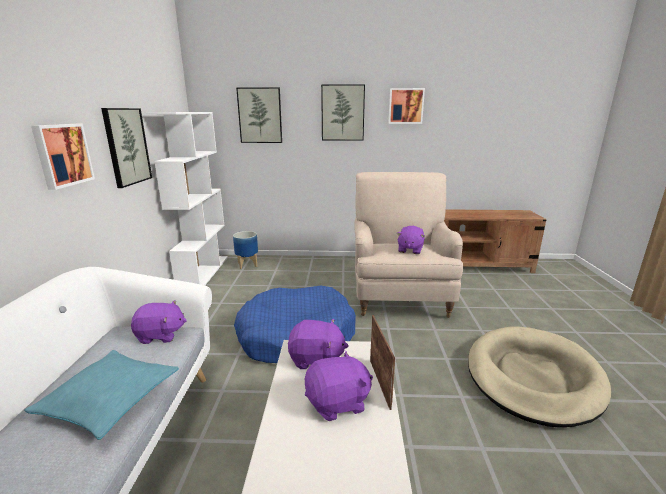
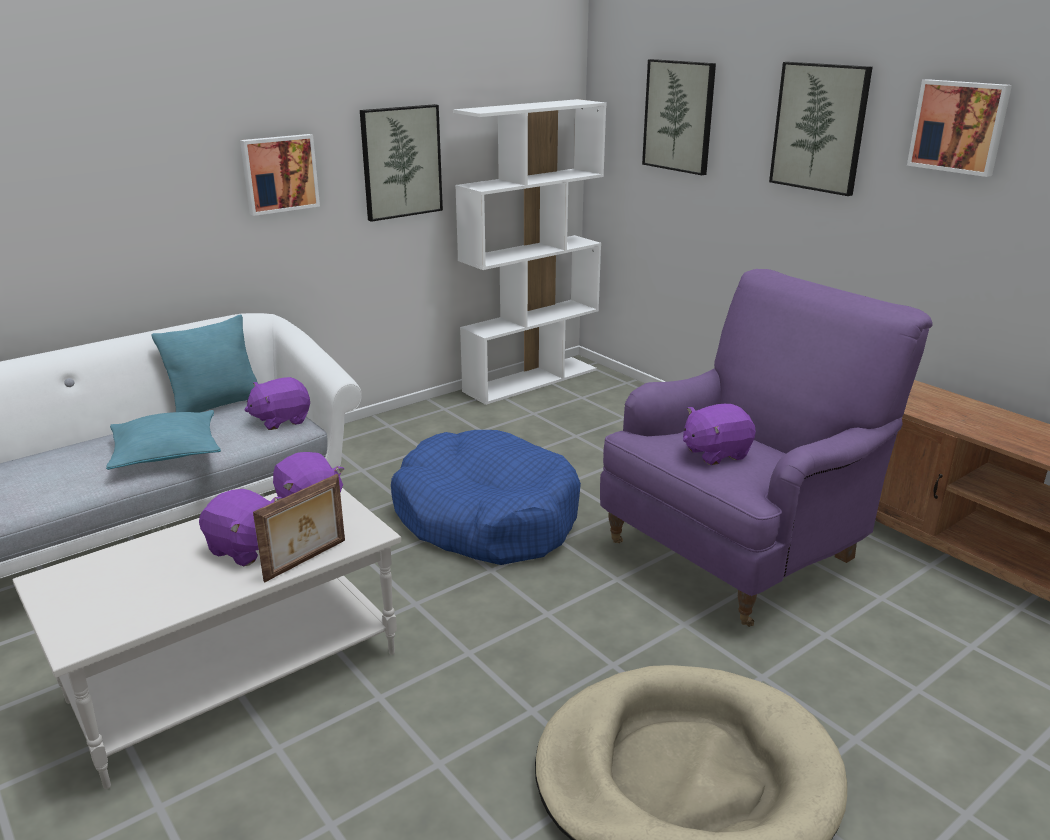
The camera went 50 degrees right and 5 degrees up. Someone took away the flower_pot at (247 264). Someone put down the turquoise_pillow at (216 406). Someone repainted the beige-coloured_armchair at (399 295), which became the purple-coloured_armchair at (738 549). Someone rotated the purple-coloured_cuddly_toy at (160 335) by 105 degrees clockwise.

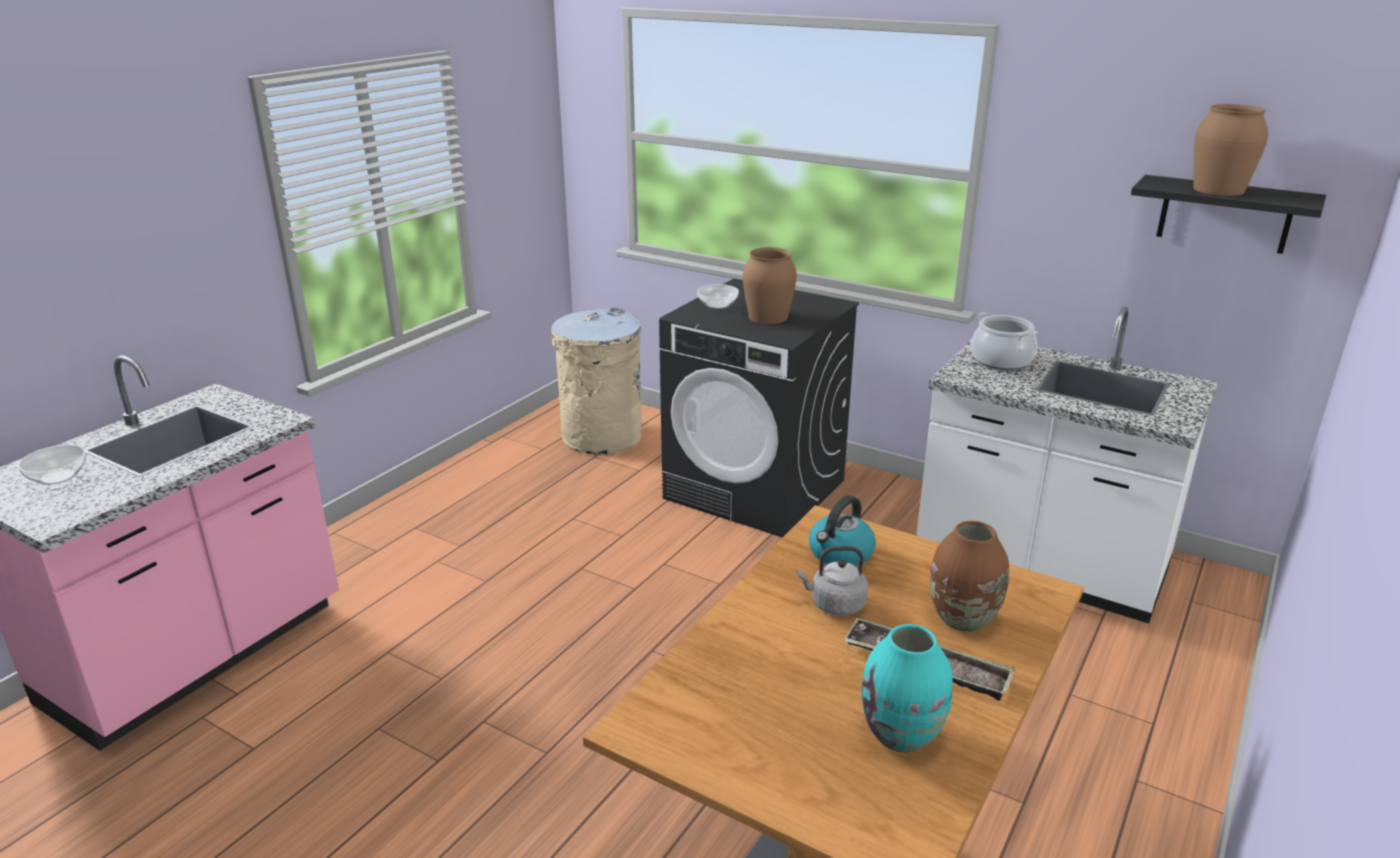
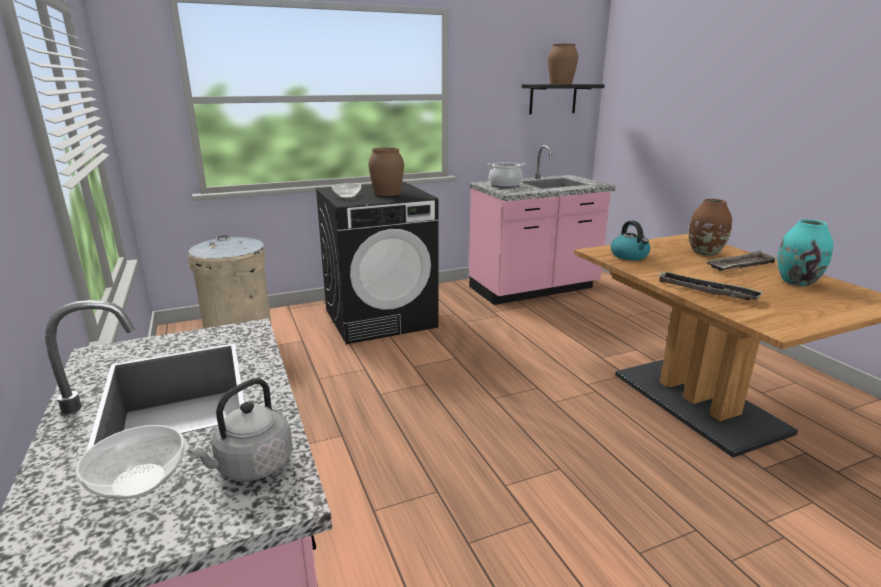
The camera went 55 degrees left and 5 degrees down. Someone put down the carrying_tray at (706 291). Someone carried the grey_tea_kettle from (834 604) to (251 467). Someone repainted the whitish_kitchen_counter at (1039 567), which became the pink_kitchen_counter at (534 289).

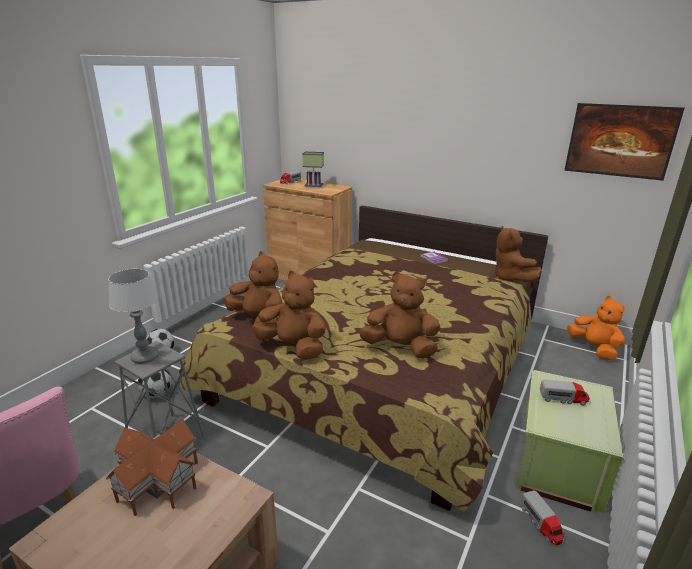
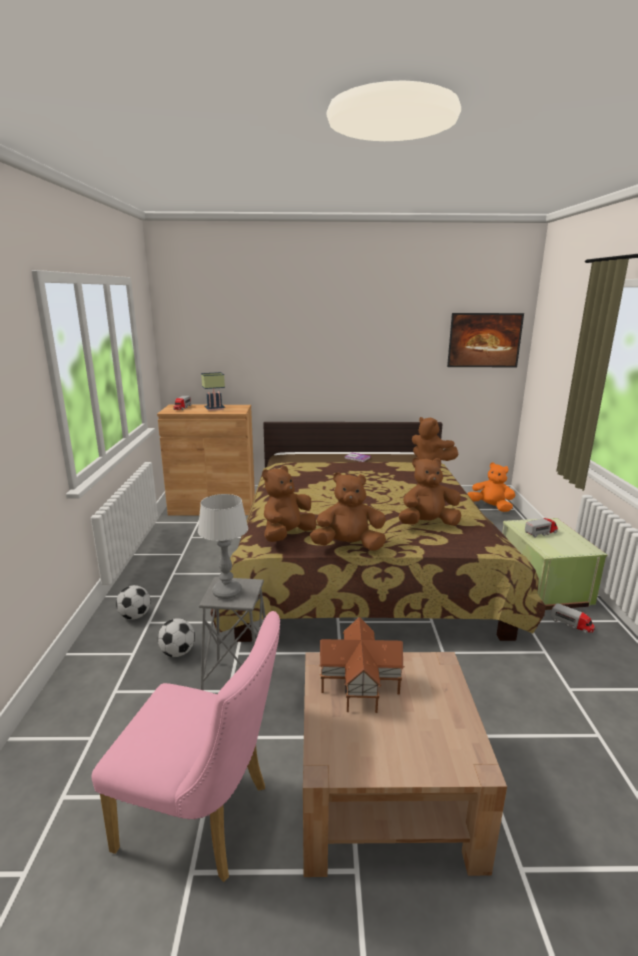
The camera went 30 degrees left and 5 degrees down. Someone rotated the brownish_cuddly_toy at (258 321) by 60 degrees counterclockwise.

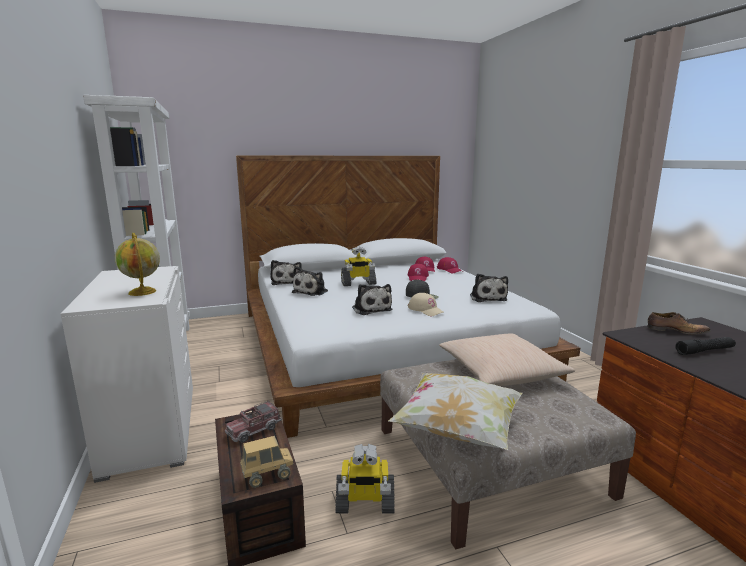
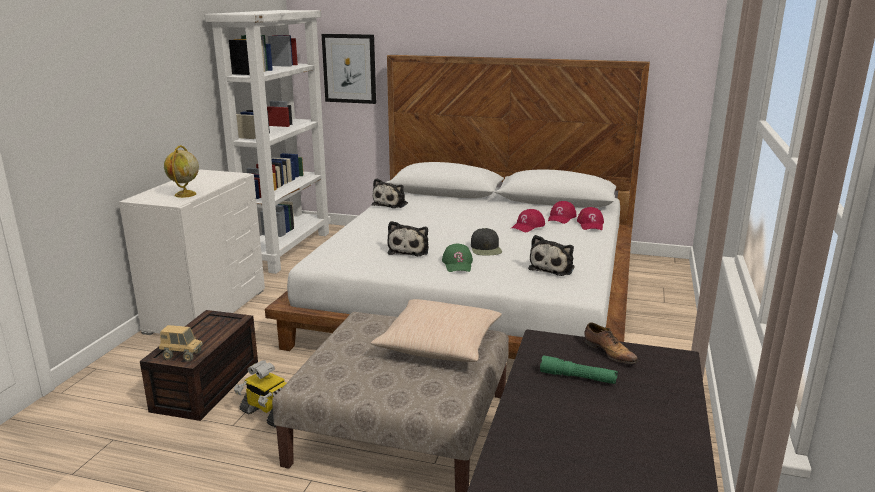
The camera went 35 degrees right and 5 degrees up. Someone took away the model_truck at (254 430). Someone took away the cuddly_toy at (311 291). Someone took away the model_robot at (358 283). Someone took away the pillow at (457 430). Someone put up the picture at (349 68). Someone repainted the beige-coloured_baseball_cap at (426 310), which became the greenish_baseball_cap at (458 264). Someone repainted the black-coloured_torch at (704 351), which became the greenish_torch at (577 377).

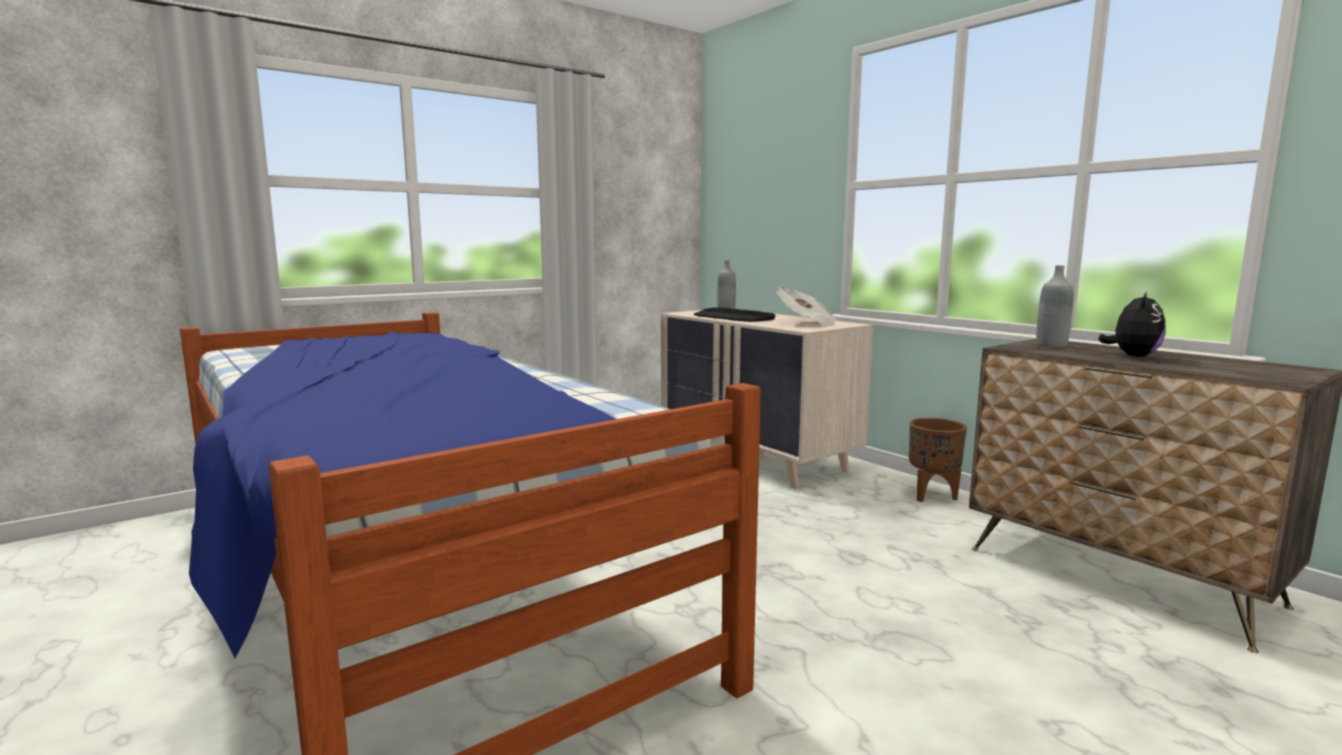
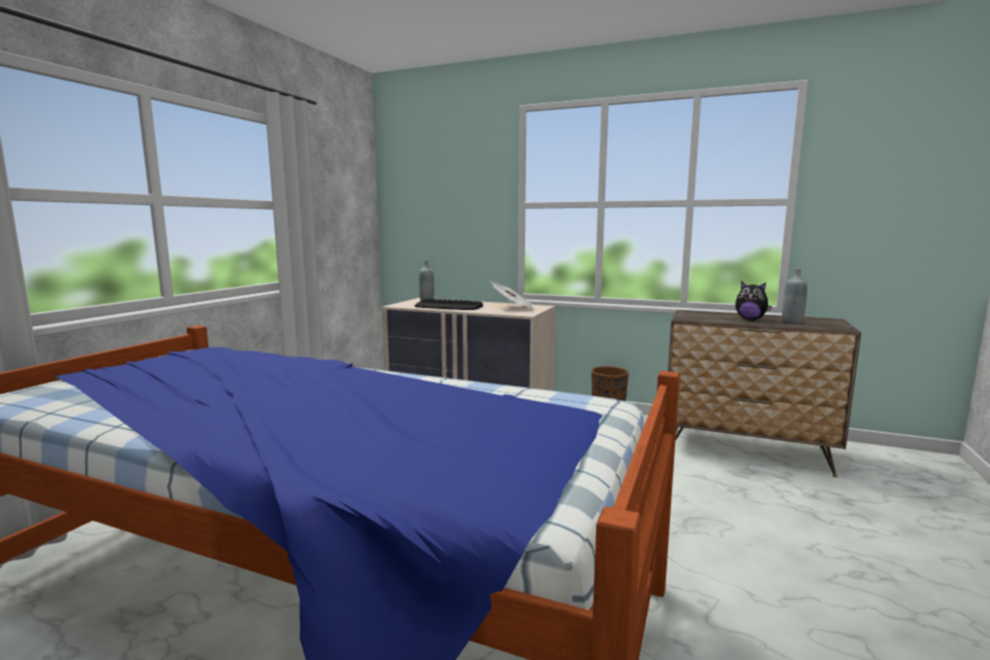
The camera went 30 degrees left and 0 degrees up. Someone carried the grey_drink_bottle from (1051 345) to (792 322). Someone rotated the cuddly_toy at (1132 356) by 120 degrees clockwise.

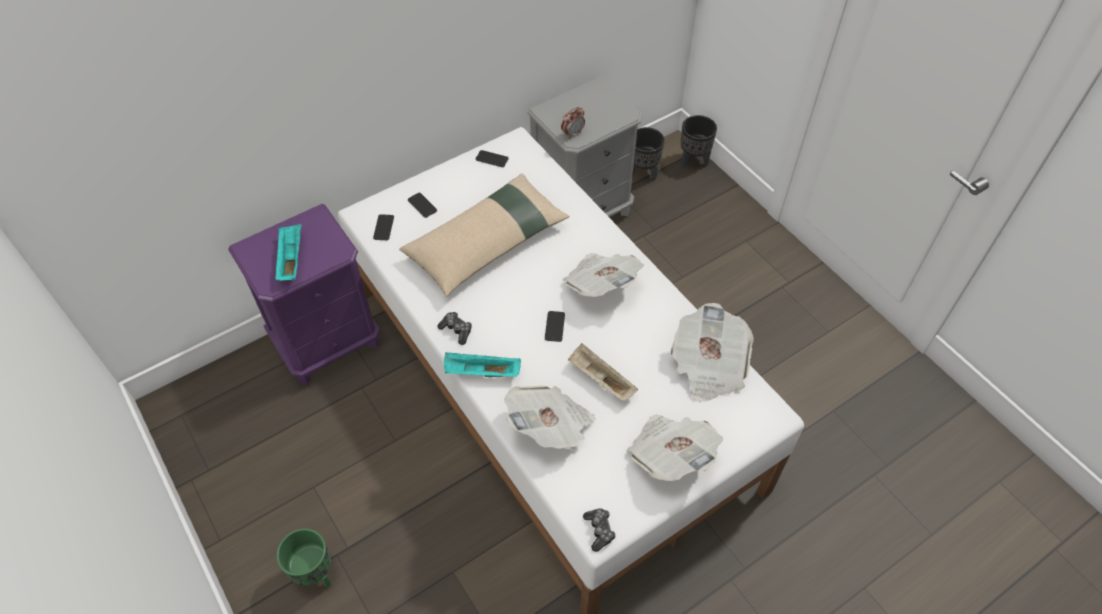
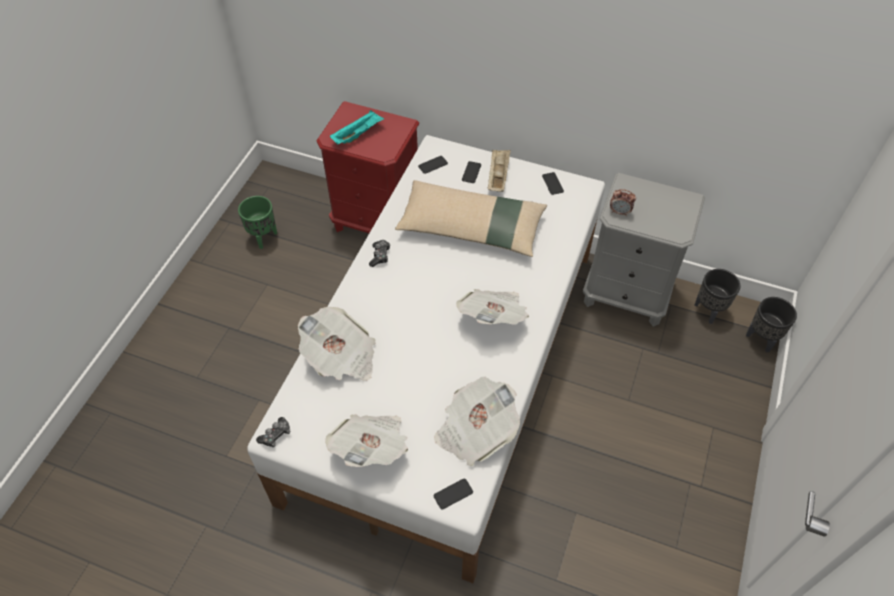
The camera went 55 degrees right and 0 degrees up. Someone took away the turquoise_carrying_tray at (481 373). Someone carried the greenish_flower_pot from (315 573) to (264 237). Someone carried the phone from (554 326) to (453 494). Someone carried the beige-coloured_carrying_tray from (600 379) to (498 176). Someone repainted the purple-coloured_nightstand at (328 342), which became the red-coloured_nightstand at (376 220).

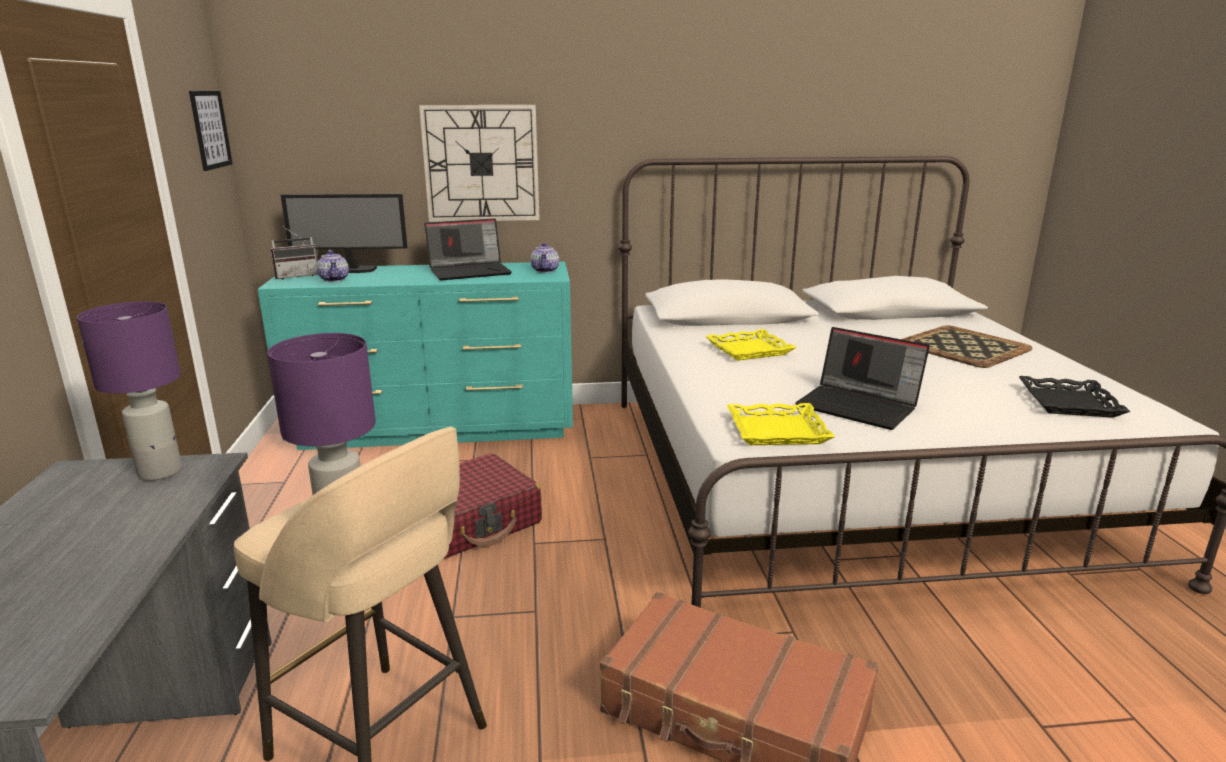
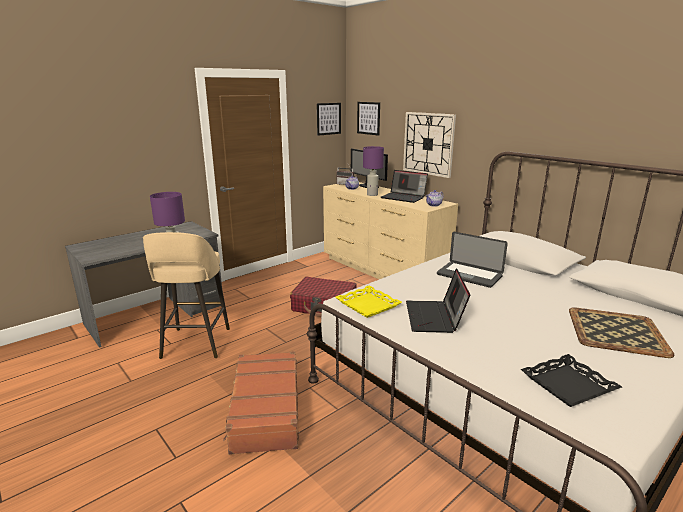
The camera went 55 degrees right and 0 degrees up. Someone put up the picture at (368 118). Someone carried the purple-coloured_table_lamp from (160 471) to (372 194). Someone swapped the yellow-coloured_carrying_tray at (749 350) for the laptop at (469 275). Someone repainted the turquoise_dresser at (437 429), which became the beige-coloured_dresser at (382 271).

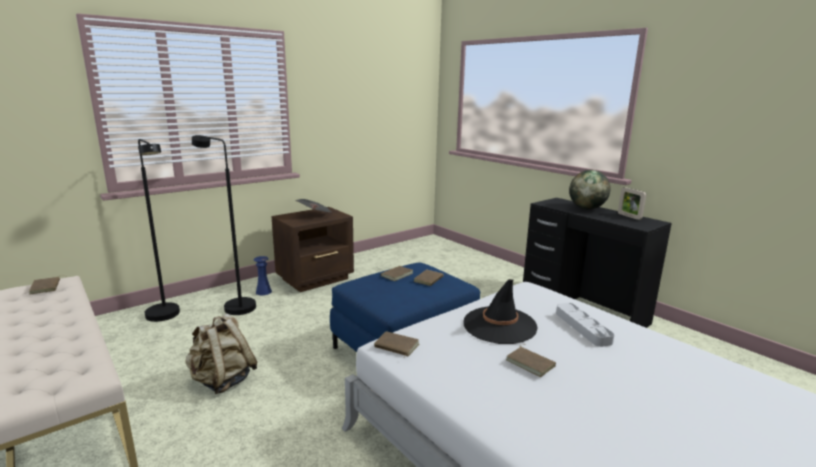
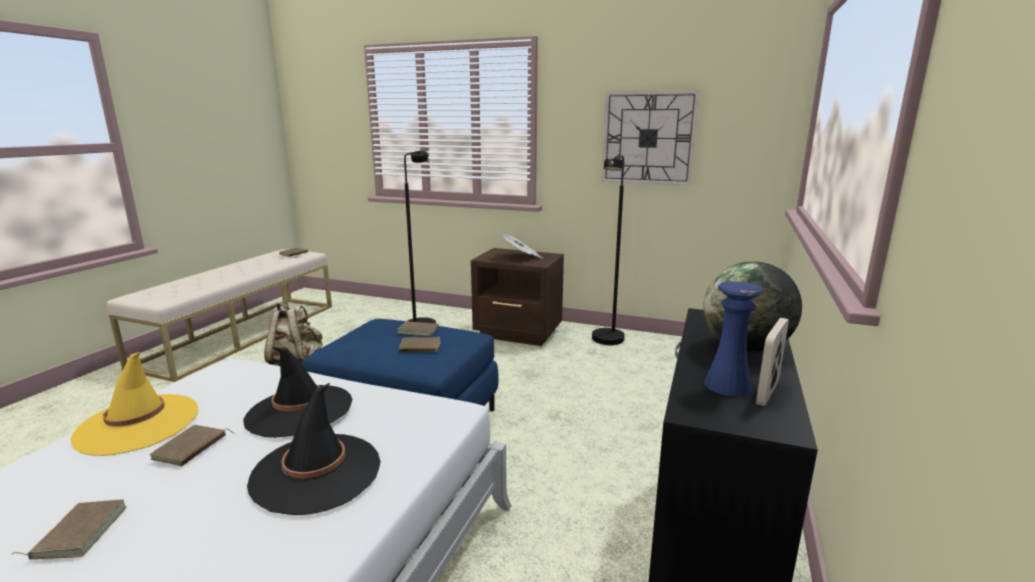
The camera went 60 degrees right and 0 degrees up. Someone put down the yellow-coloured_clothing_hat at (138 424). Someone put up the clock_on_the_wall at (648 138). Someone carried the black-coloured_standard_lamp from (166 317) to (607 342). Someone carried the blue_decorative_vase from (263 292) to (727 385). Someone carried the brownish_volume from (396 346) to (78 532). Someone swapped the grey_carrying_tray at (582 327) for the black-coloured_clothing_hat at (316 472).

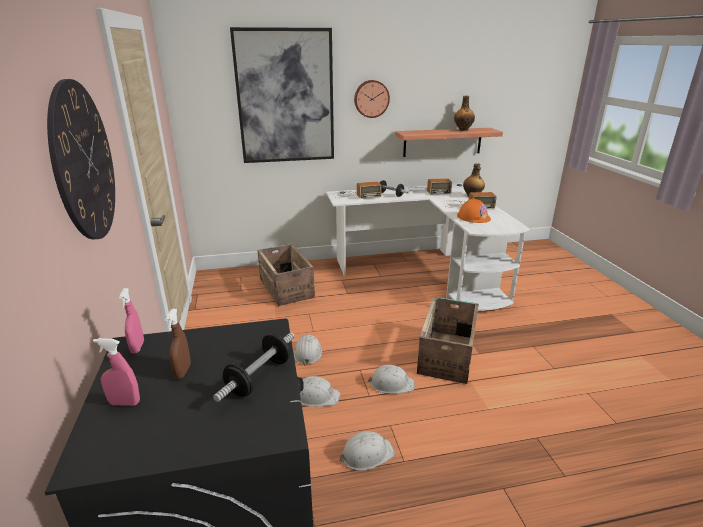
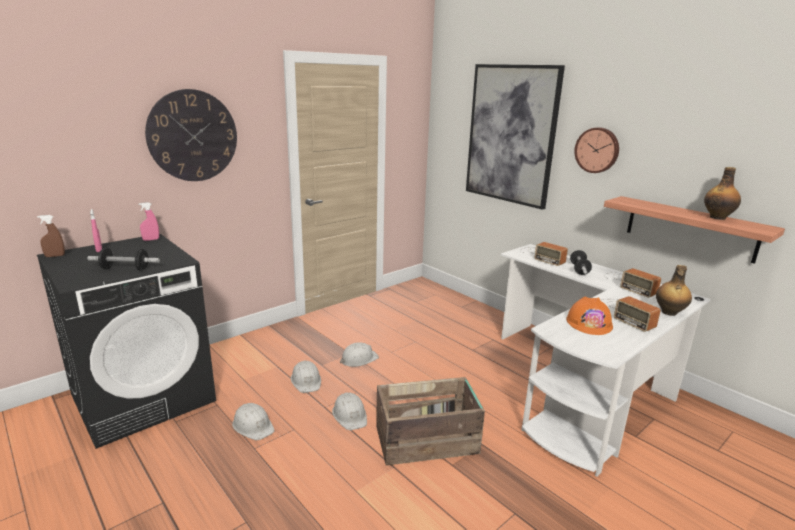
The camera went 60 degrees right and 5 degrees down. Someone took away the crate at (286 287). Someone carried the brownish_sprayer from (183 371) to (55 256).

